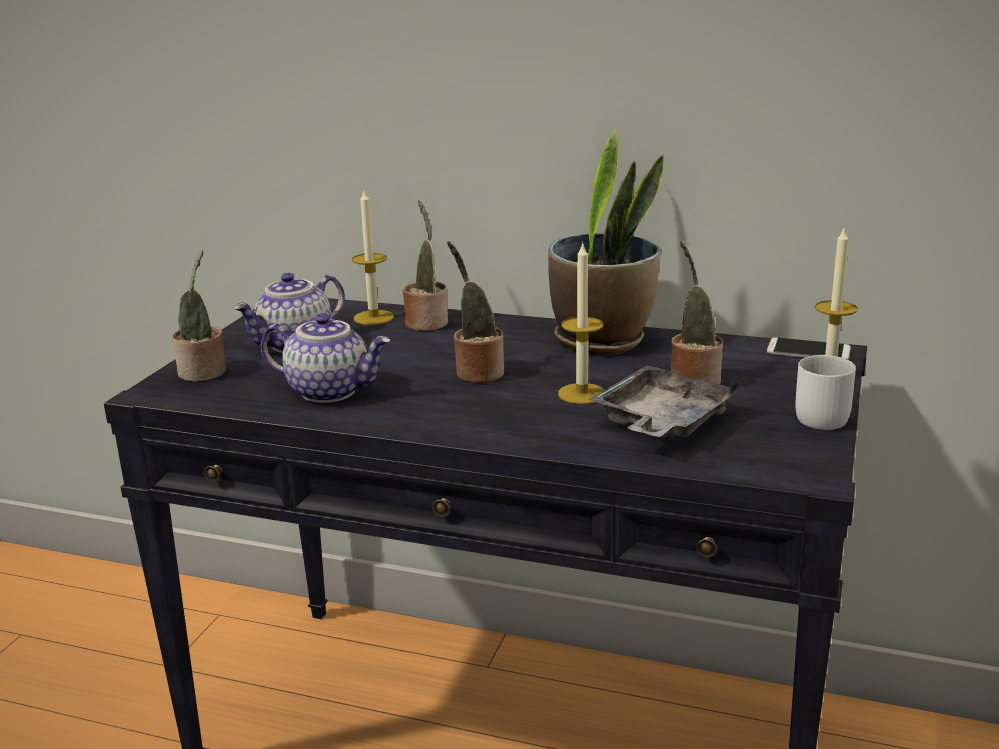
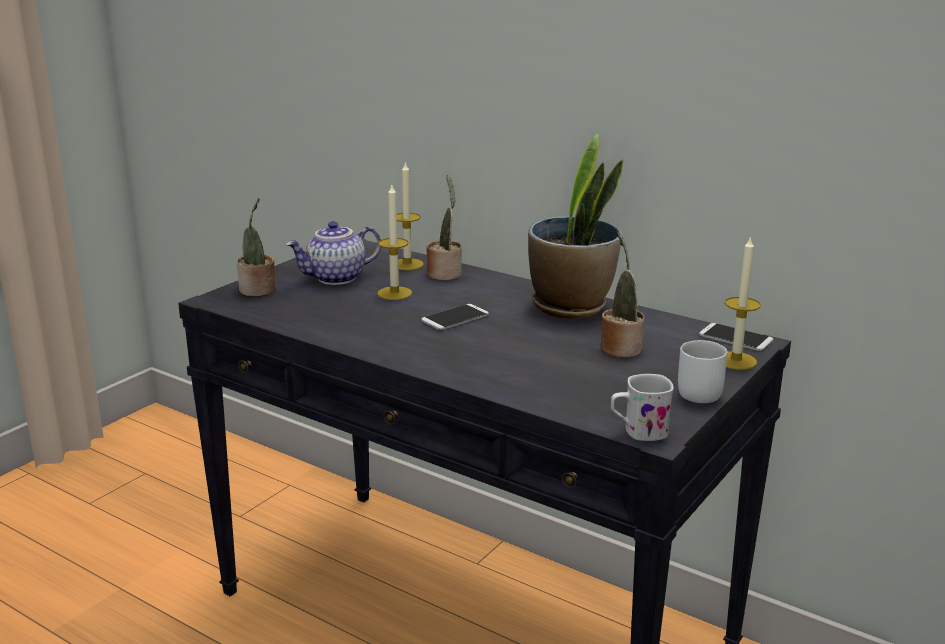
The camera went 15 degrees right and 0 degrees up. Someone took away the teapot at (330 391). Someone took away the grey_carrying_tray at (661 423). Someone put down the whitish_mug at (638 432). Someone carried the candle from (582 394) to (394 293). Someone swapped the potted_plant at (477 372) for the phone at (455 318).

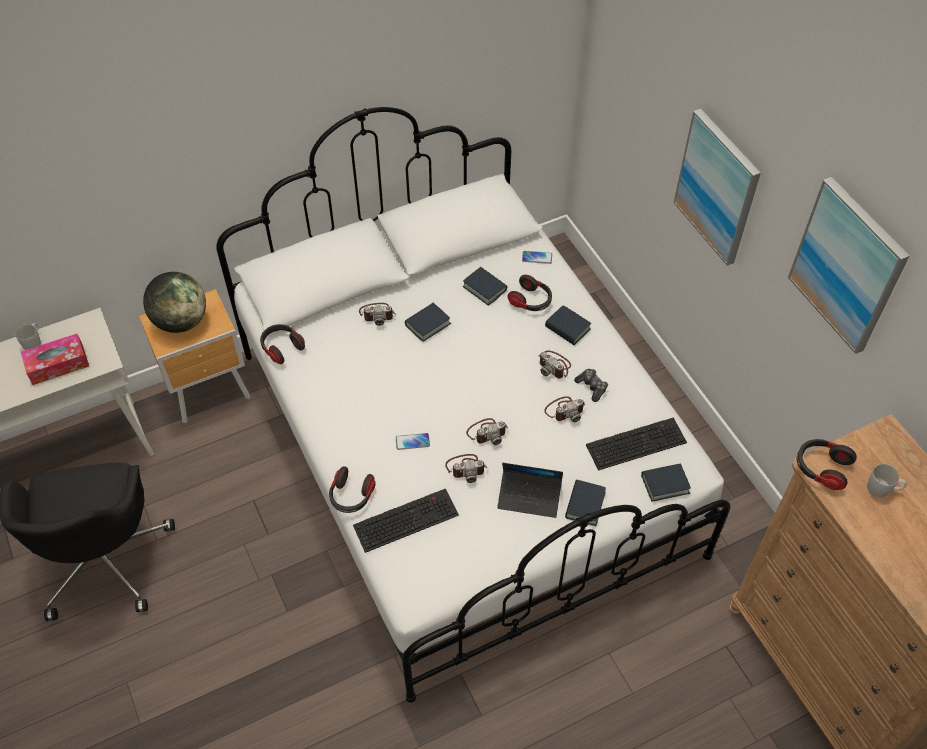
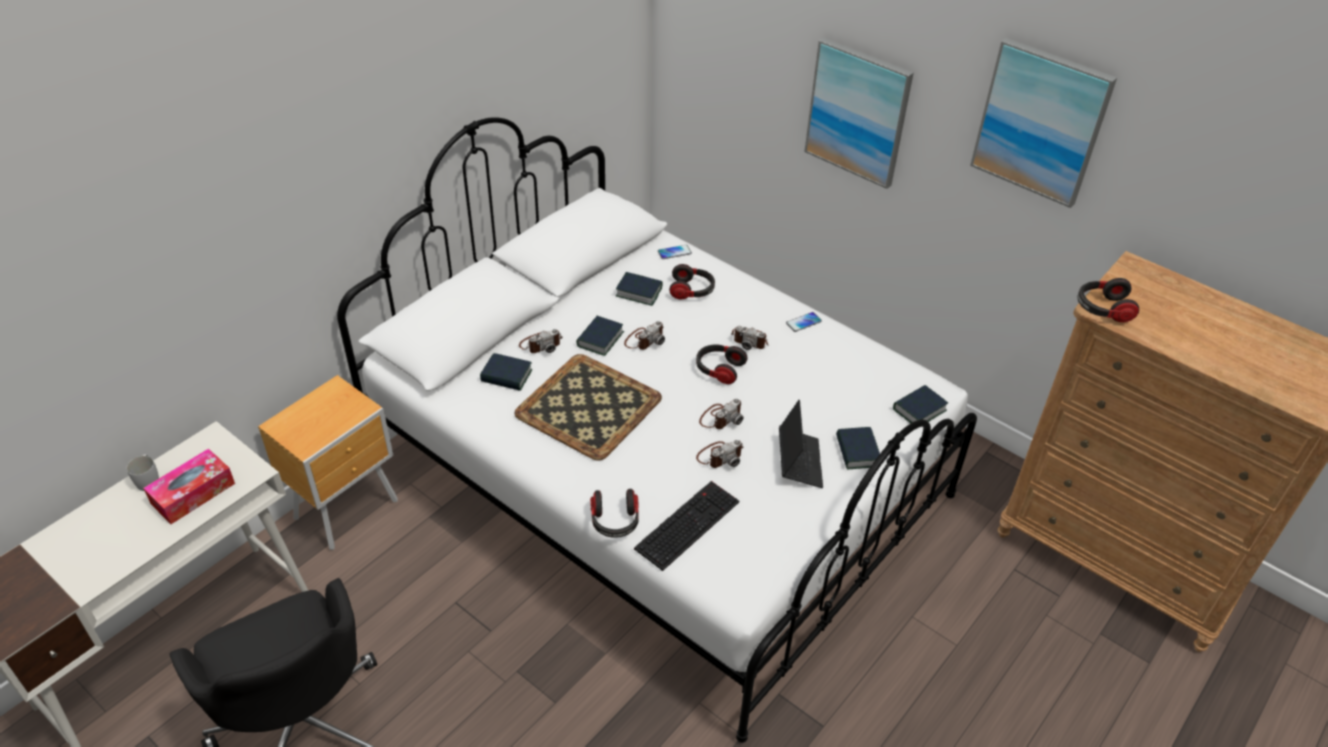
The camera went 25 degrees left and 10 degrees down. Someone took away the globe at (181 321). Someone took away the joypad at (592 387). Someone took away the PC_keyboard at (636 442). Someone took away the whitish_mug at (883 489). Someone put down the carrying_tray at (589 407). Someone carried the headphones from (282 348) to (719 370). Someone carried the phone from (412 442) to (803 322). Someone carried the still_camera from (564 410) to (644 340). Someone carried the volume from (567 328) to (506 376). Someone rotated the laptop at (529 497) by 75 degrees counterclockwise.

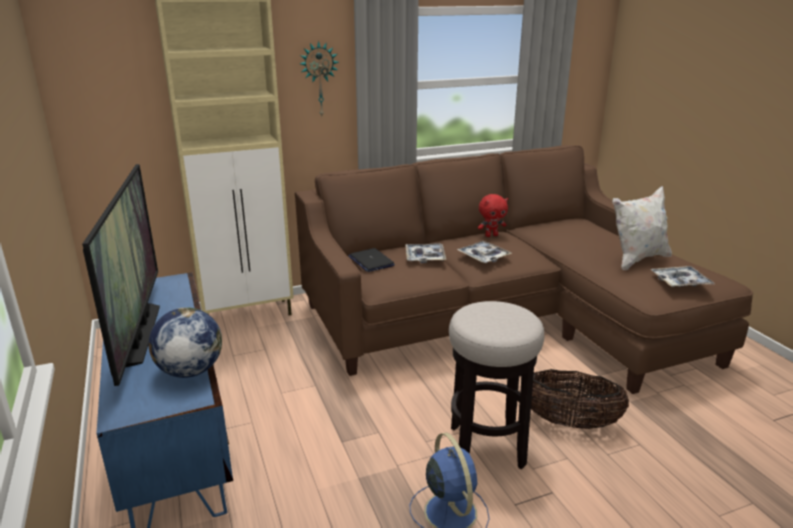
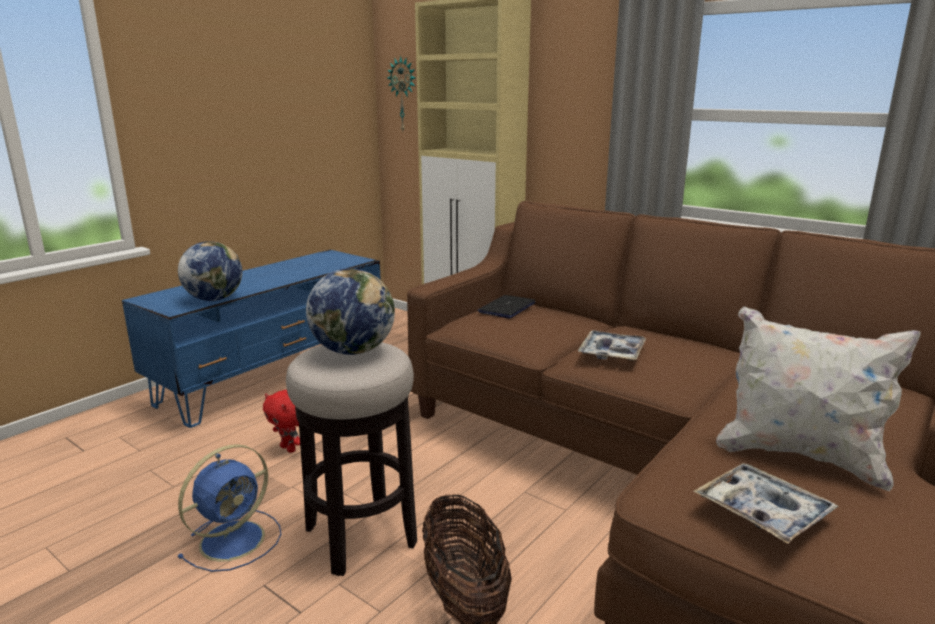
The camera went 60 degrees right and 5 degrees down. Someone took away the television at (139 334). Someone took away the carrying_tray at (425 257). Someone put down the globe at (353 351). Someone carried the clock_on_the_wall from (319 79) to (403 95). Someone carried the red-coloured_cuddly_toy from (491 235) to (289 448).

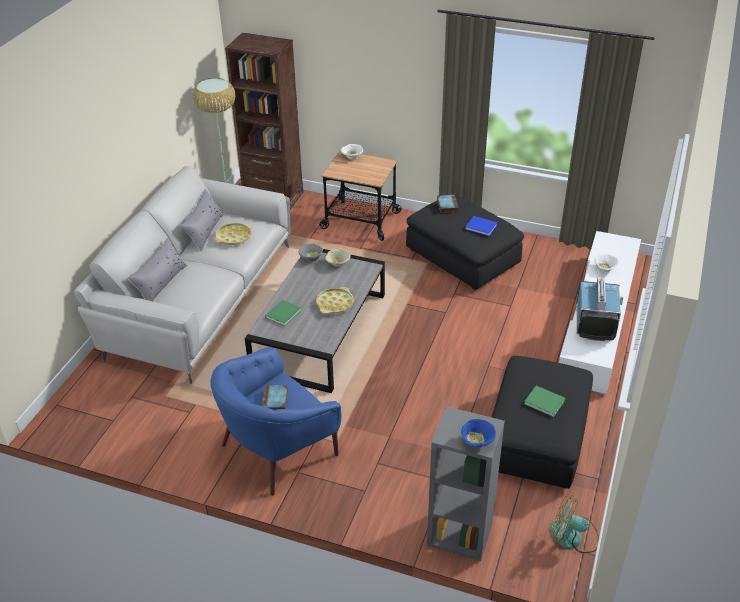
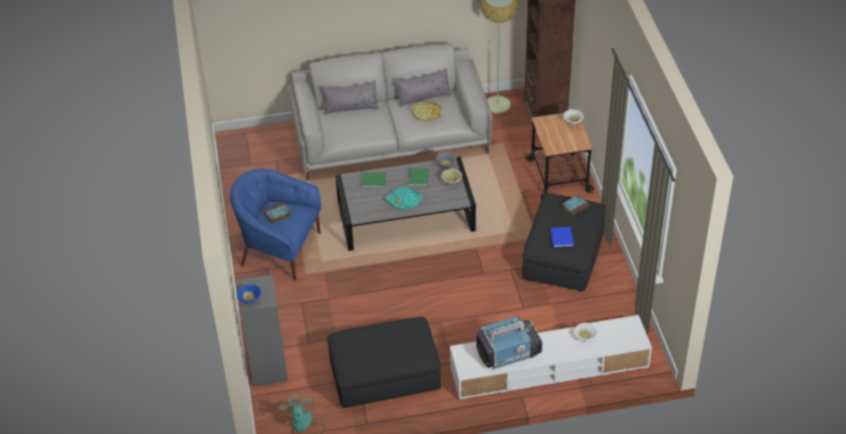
The camera went 60 degrees right and 5 degrees up. Someone carried the greenish_volume from (545 402) to (418 178). Someone repainted the yellow-coloured_carrying_tray at (335 304), which became the turquoise_carrying_tray at (404 201).

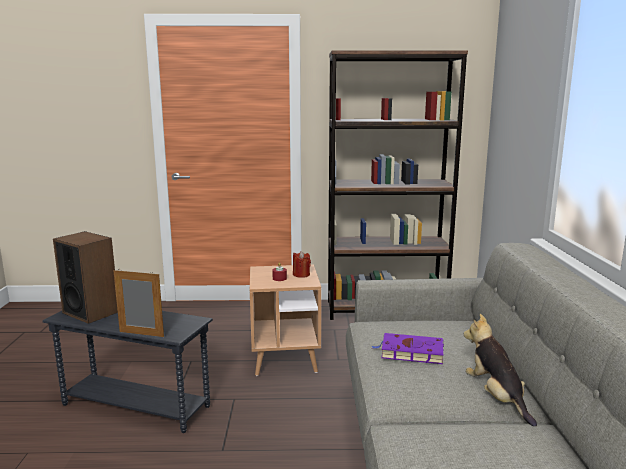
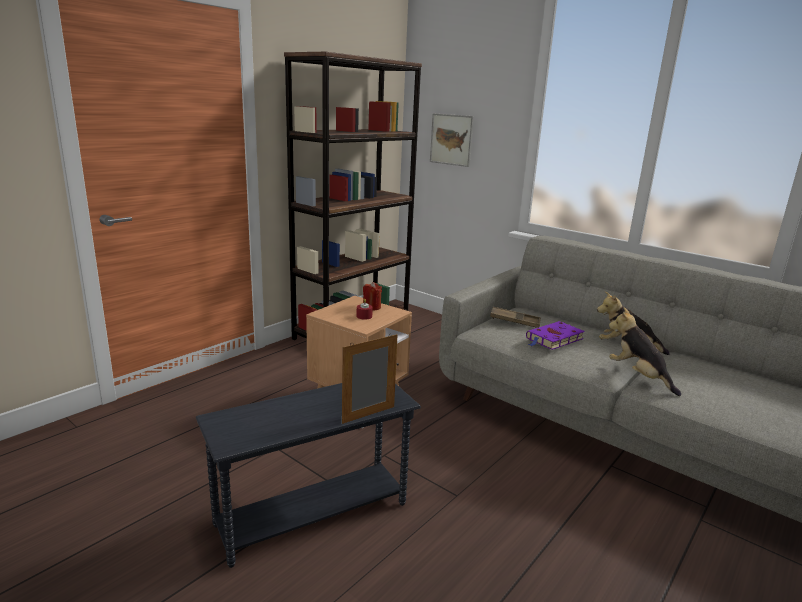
The camera went 50 degrees left and 5 degrees up. Someone took away the speaker at (91 312). Someone put up the picture at (451 139). Someone put down the brownish_carrying_tray at (514 321). Someone put down the cuddly_toy at (638 376).

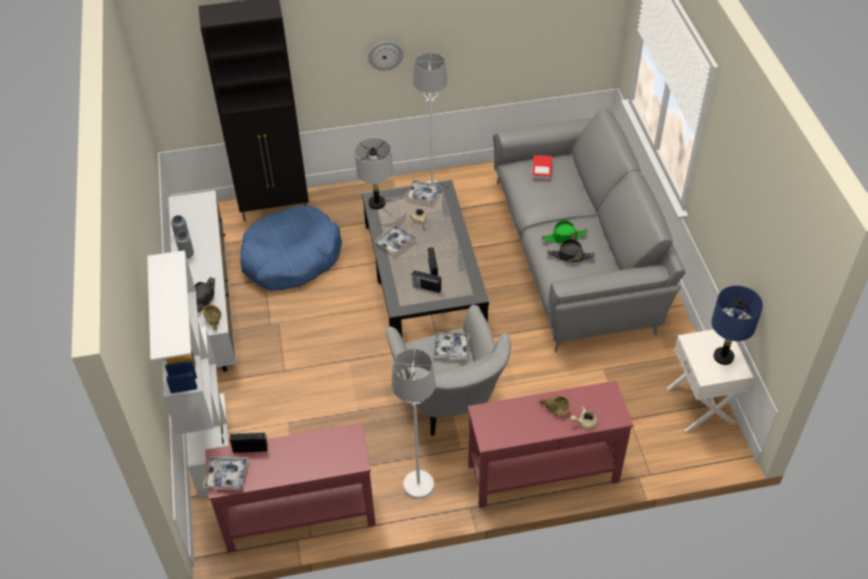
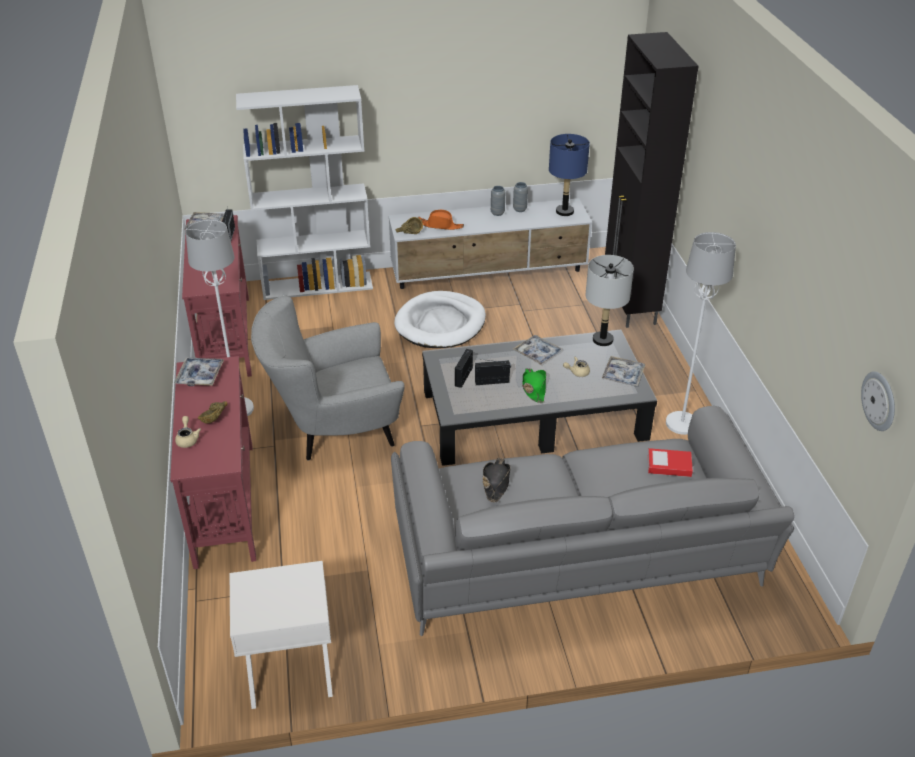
The camera went 90 degrees right and 10 degrees down. Someone took away the blue_pet_bed at (291 258). Someone put down the whitish_pet_bed at (440 324). Someone carried the clock_on_the_wall from (385 55) to (879 401). Someone carried the carrying_tray from (451 348) to (200 376). Someone carried the greenish_clothing_hat from (564 237) to (533 388). Someone carried the blue_table_lamp from (723 356) to (565 211). Someone repainted the black-coloured_clothing_hat at (204 297), which became the orangey_clothing_hat at (440 225).

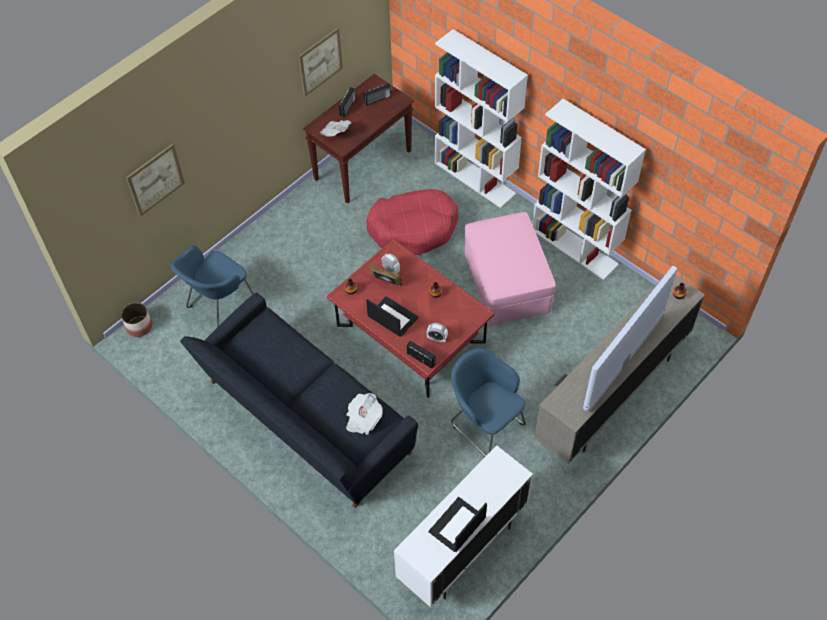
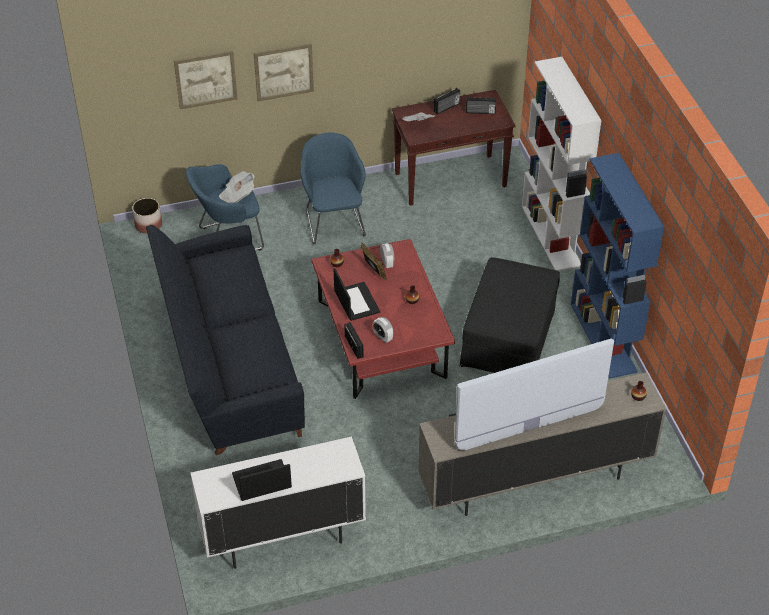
The camera went 30 degrees right and 10 degrees down. Someone took away the red-coloured_pet_bed at (413 228). Someone carried the picture from (320 61) to (284 72). Someone carried the newspaper from (363 419) to (237 195). Someone carried the blue_armchair from (485 423) to (334 222). Someone repainted the pink_footrest at (506 282), which became the black-coloured_footrest at (509 337). Someone repainted the whitish_bookcase at (575 247), which became the blue_bookcase at (604 337).

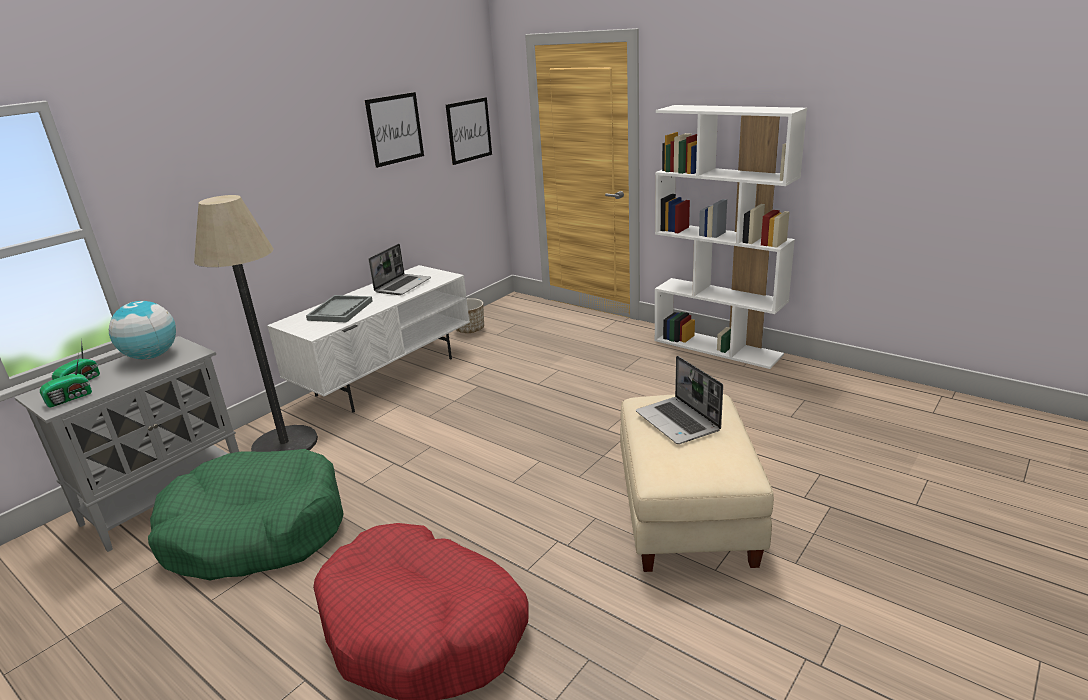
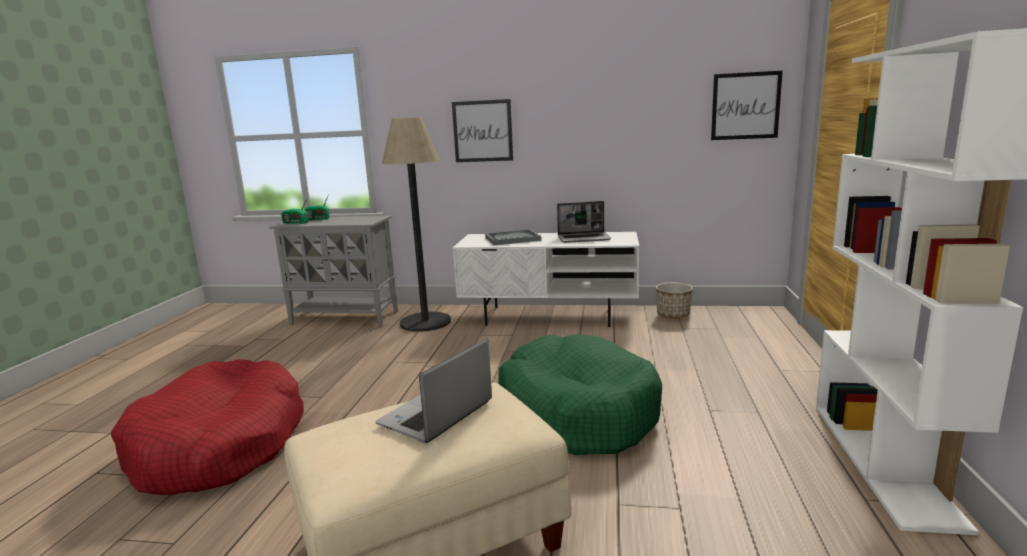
The camera went 60 degrees right and 10 degrees down. Someone took away the globe at (152 356). Someone carried the greenish_pet_bed from (256 531) to (577 412). Someone carried the picture from (395 129) to (482 131).

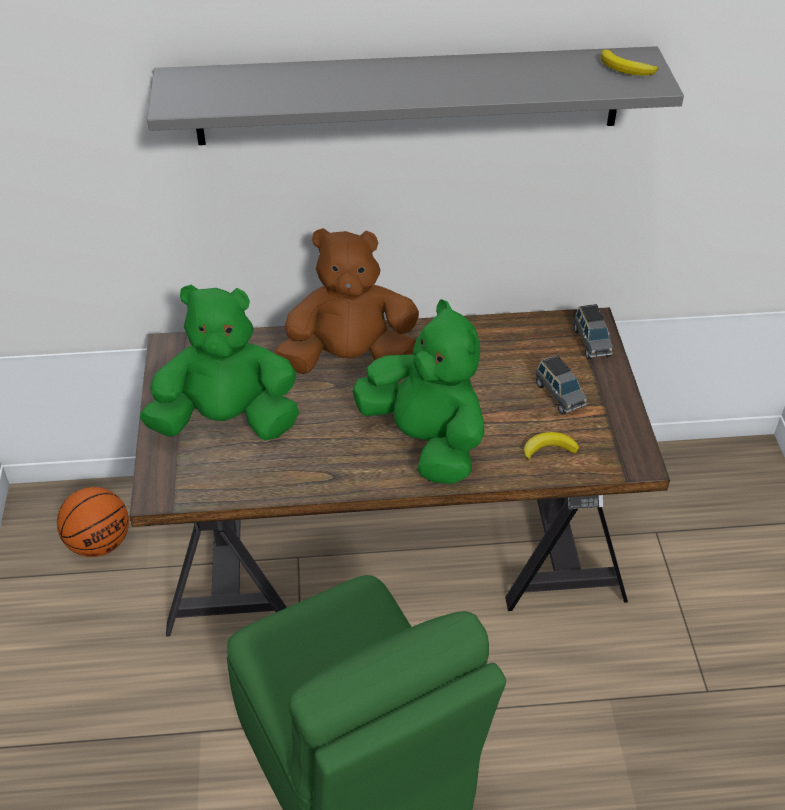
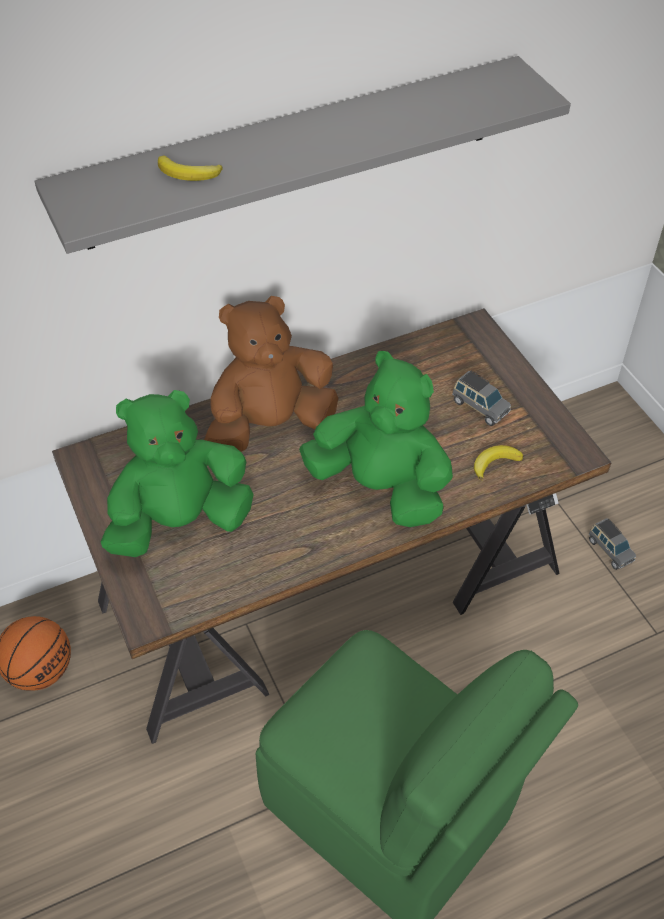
The camera went 20 degrees left and 5 degrees up. Someone carried the grey_miniature_car from (591 342) to (609 550). Someone carried the whole_banana from (626 69) to (189 174).

